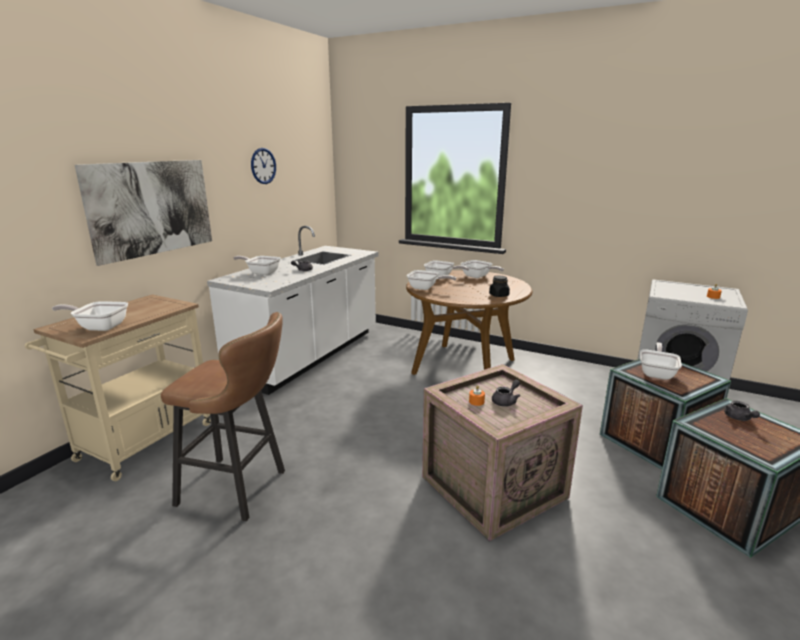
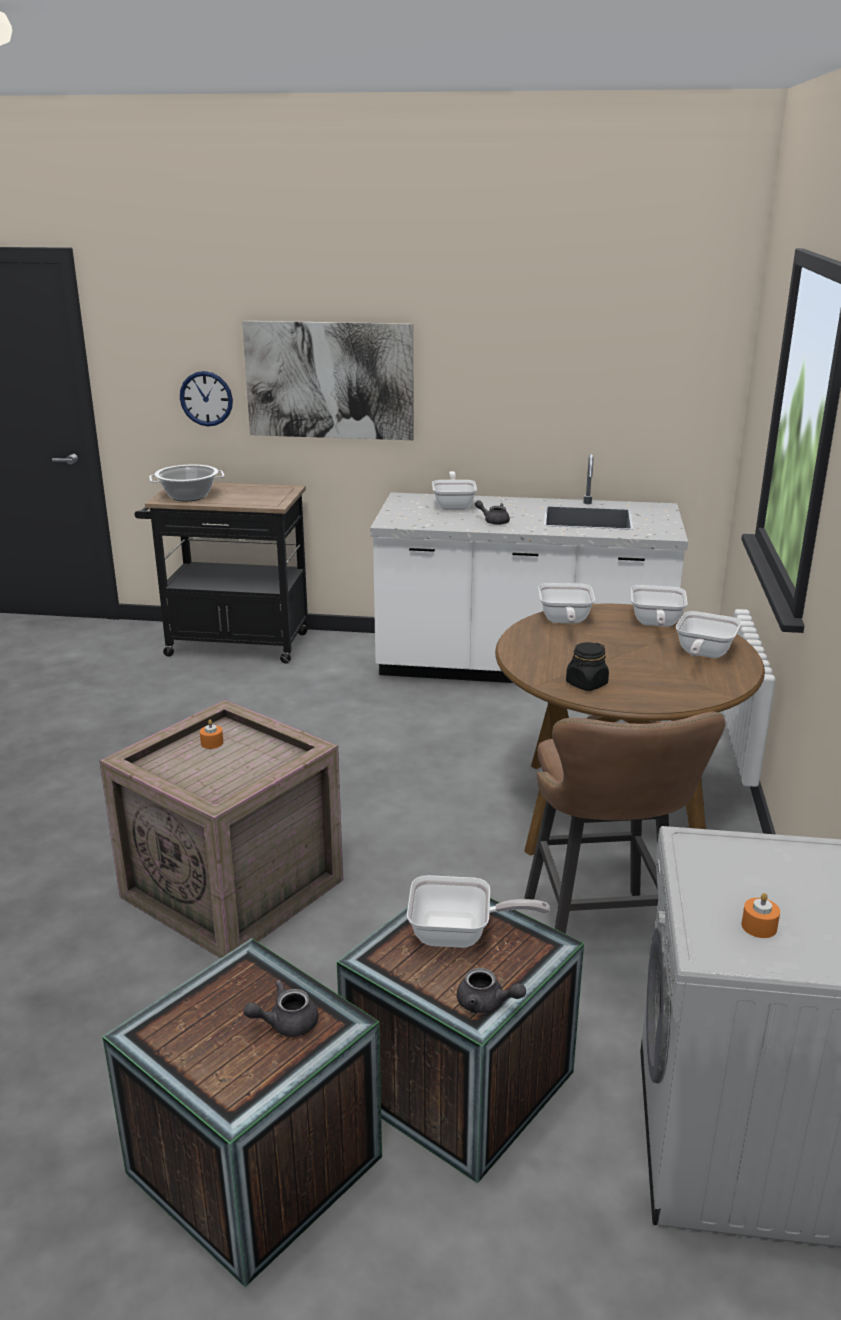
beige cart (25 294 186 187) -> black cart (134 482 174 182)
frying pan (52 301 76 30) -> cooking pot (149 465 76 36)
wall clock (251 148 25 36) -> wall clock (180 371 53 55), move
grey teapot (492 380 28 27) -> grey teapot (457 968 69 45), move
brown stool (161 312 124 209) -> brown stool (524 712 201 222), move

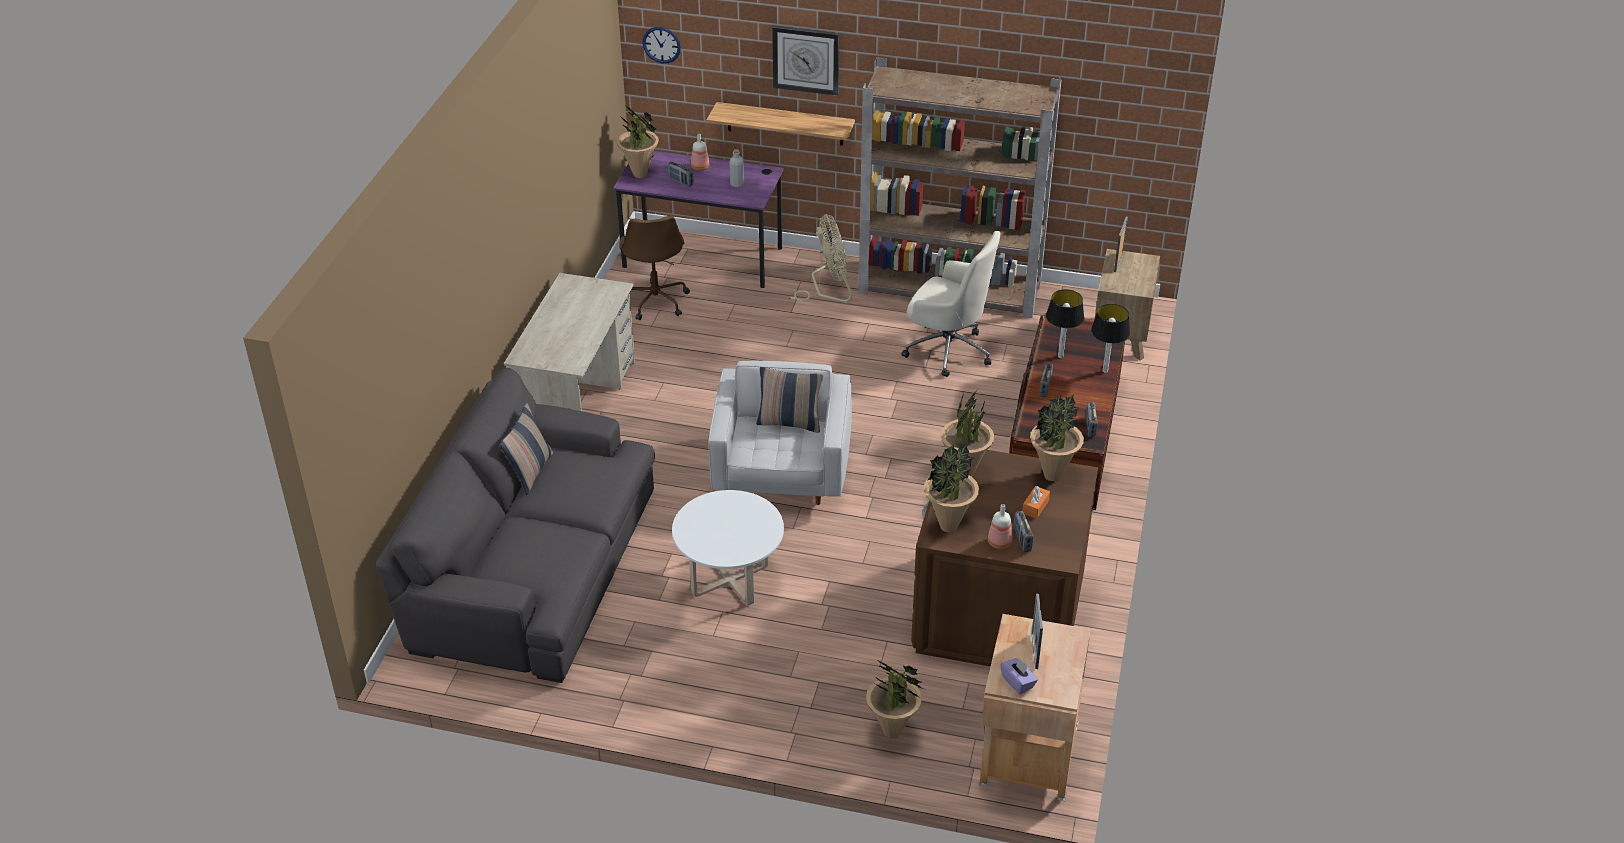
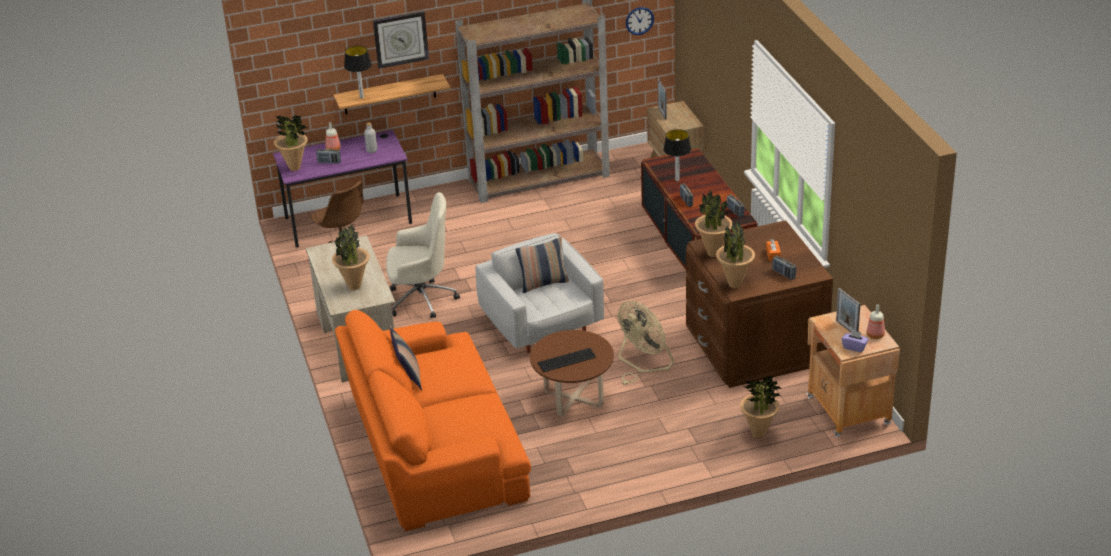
potted plant (1030 394 54 87) -> potted plant (332 224 37 66), move
grey sofa (376 368 279 315) -> orange sofa (335 310 196 222)
table lamp (1091 304 39 69) -> table lamp (344 46 28 52), move
beige office chair (901 231 99 146) -> beige office chair (386 192 74 126), move
white coffee table (672 490 112 116) -> brown coffee table (530 330 84 87)
none -> keyboard (537 348 59 24)
beige fan (790 214 62 90) -> beige fan (617 301 57 84), move
wall clock (642 27 39 36) -> wall clock (626 7 28 28), move
bottle (988 504 24 45) -> bottle (867 305 18 34), move

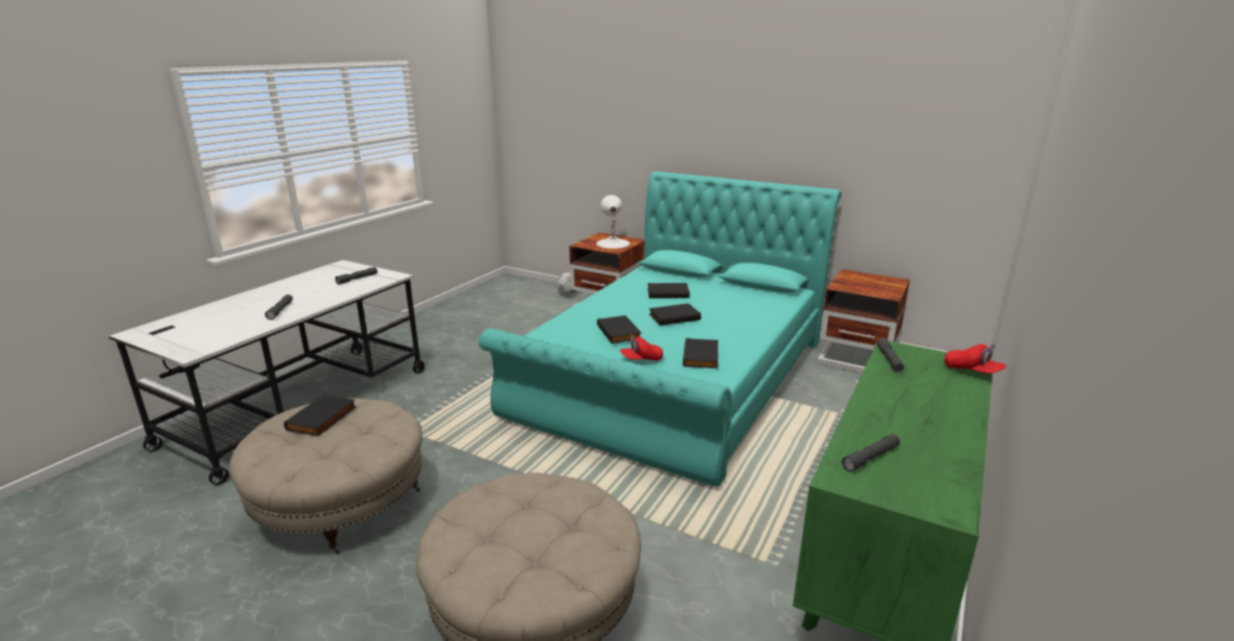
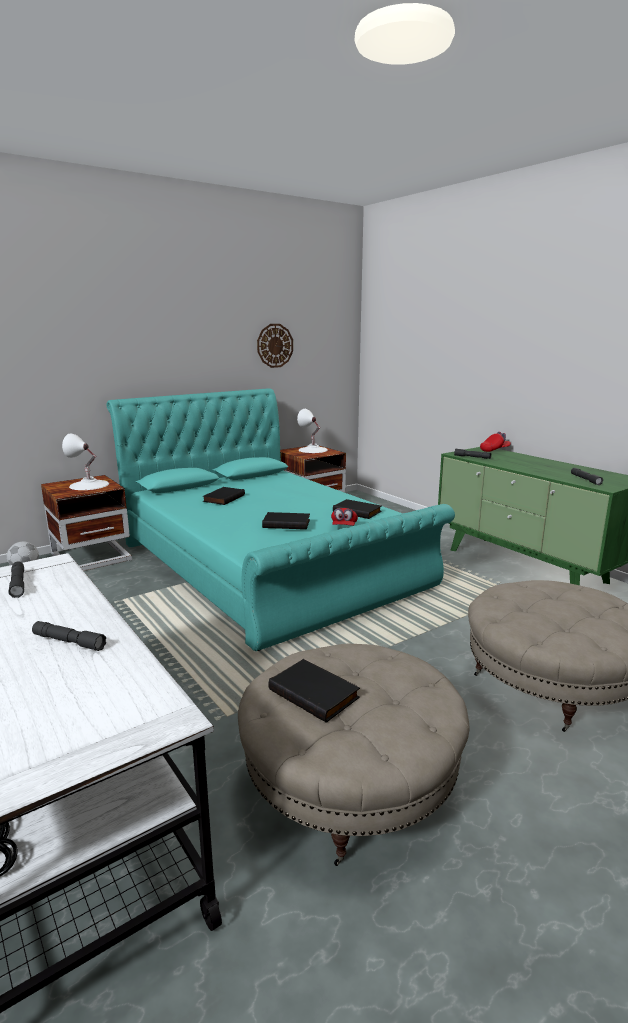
none -> wall clock (257 324 36 44)
none -> white table lamp (297 409 31 44)
black book (649 303 52 22) -> none

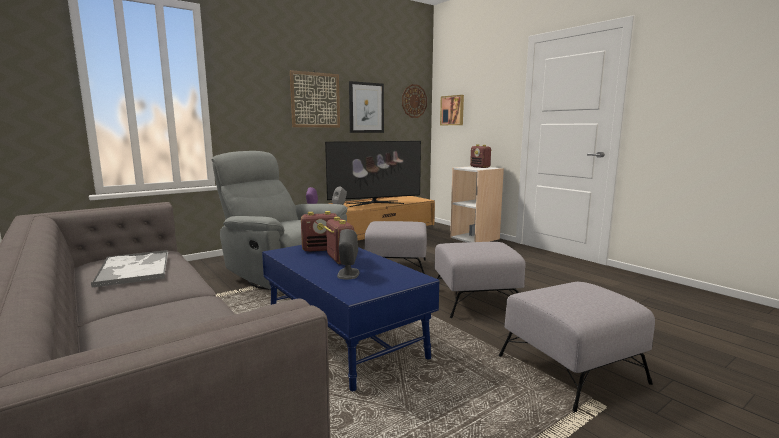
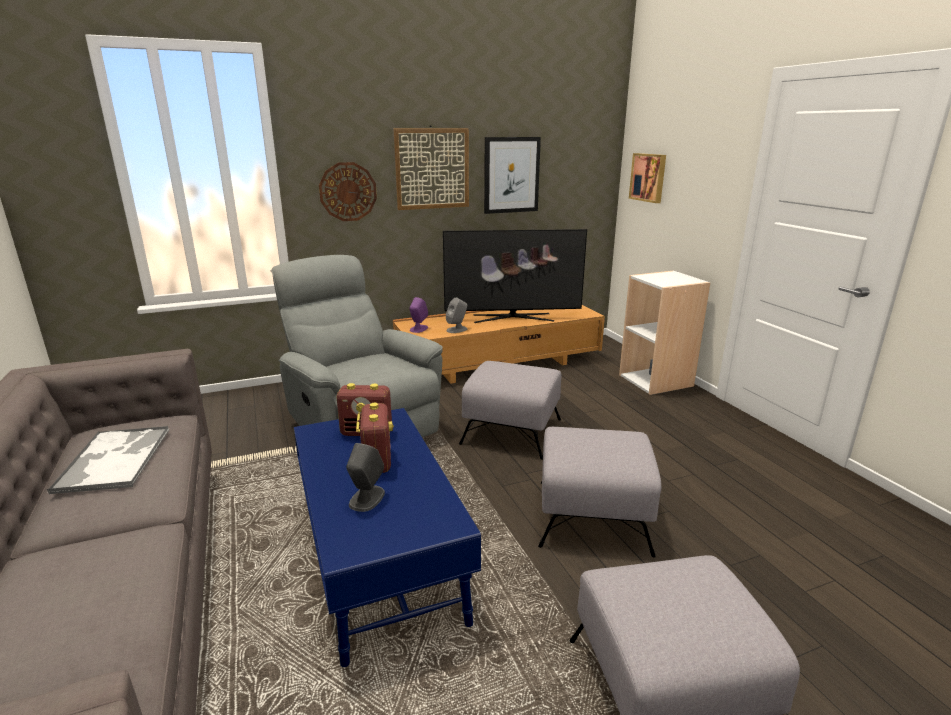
wall clock (402 84 25 34) -> wall clock (319 162 58 59), move
radio (470 144 22 24) -> none

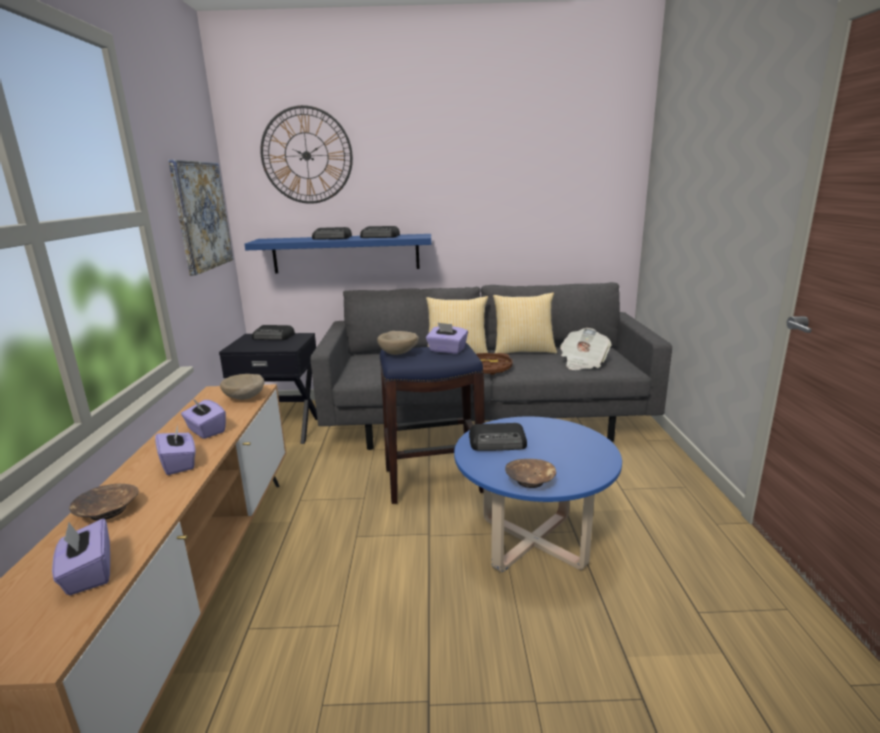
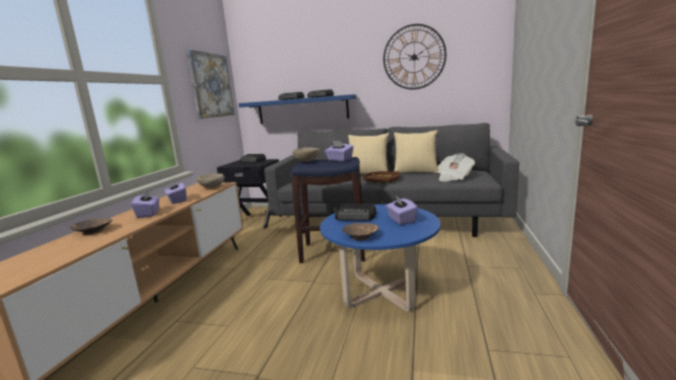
wall clock (260 105 93 99) -> wall clock (383 24 63 66), move
purple tissue box (52 519 58 76) -> purple tissue box (386 195 32 30), move

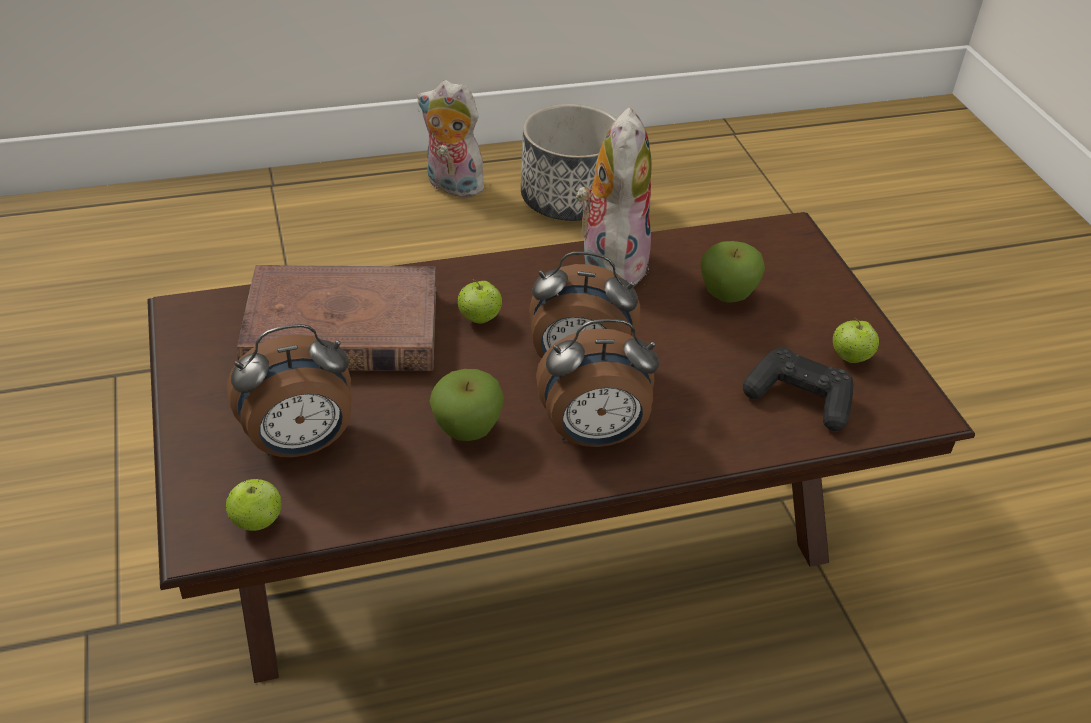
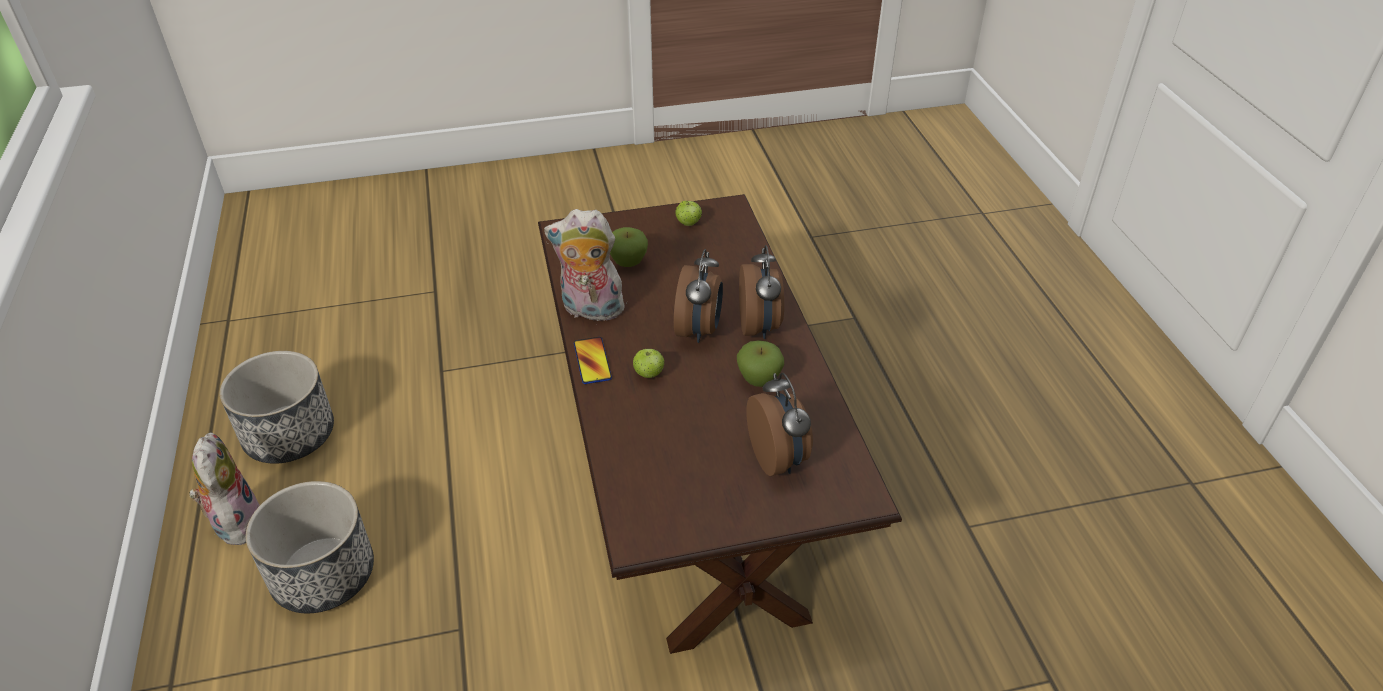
plush toy (418 80 72 119) -> plush toy (189 432 71 113), 135 degrees clockwise
none -> planter (246 481 128 132)
none -> phone (574 337 38 47)
apple (226 479 56 52) -> none
brown book (237 265 199 106) -> none
black game controller (743 347 111 84) -> none

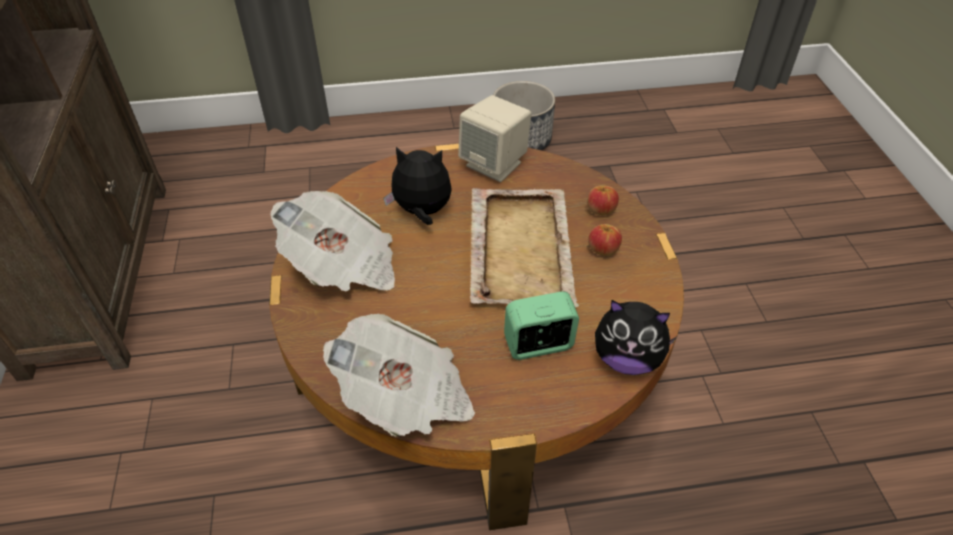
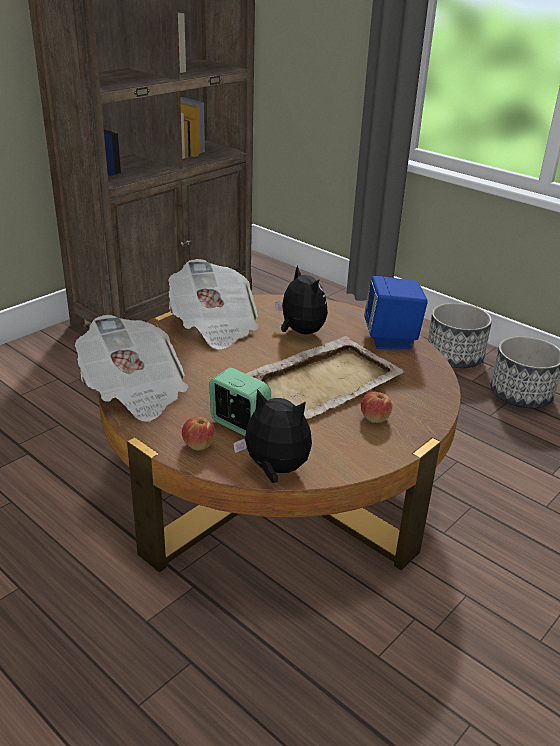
apple (587 186 32 29) -> apple (182 417 34 33), move
plush toy (595 300 82 75) -> plush toy (233 389 79 94), 135 degrees clockwise
beige speaker (458 95 73 87) -> blue speaker (364 276 64 73)
none -> planter (428 303 64 65)

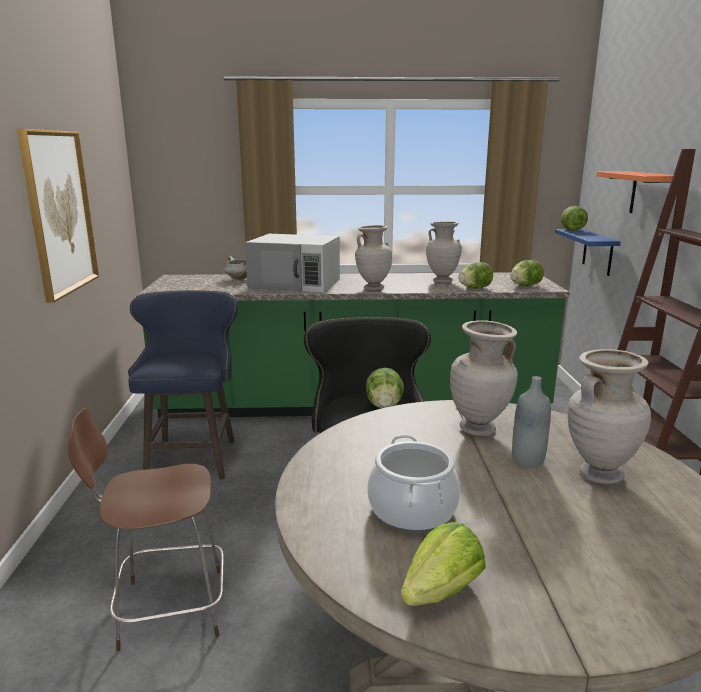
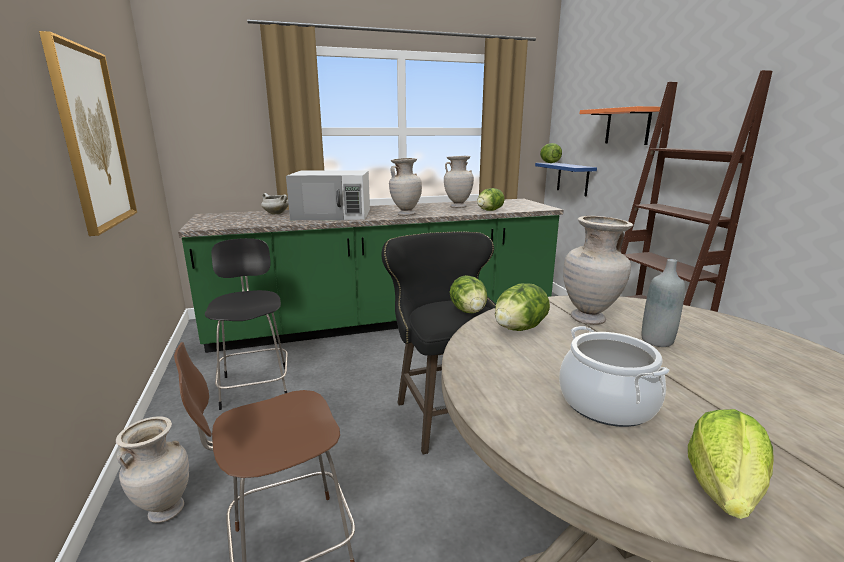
beige vase (568 349 83 135) -> beige vase (116 417 73 106), move
blue stool (128 290 110 189) -> black chair (204 238 84 172)
lettuce (510 260 34 26) -> lettuce (495 283 55 48), move

